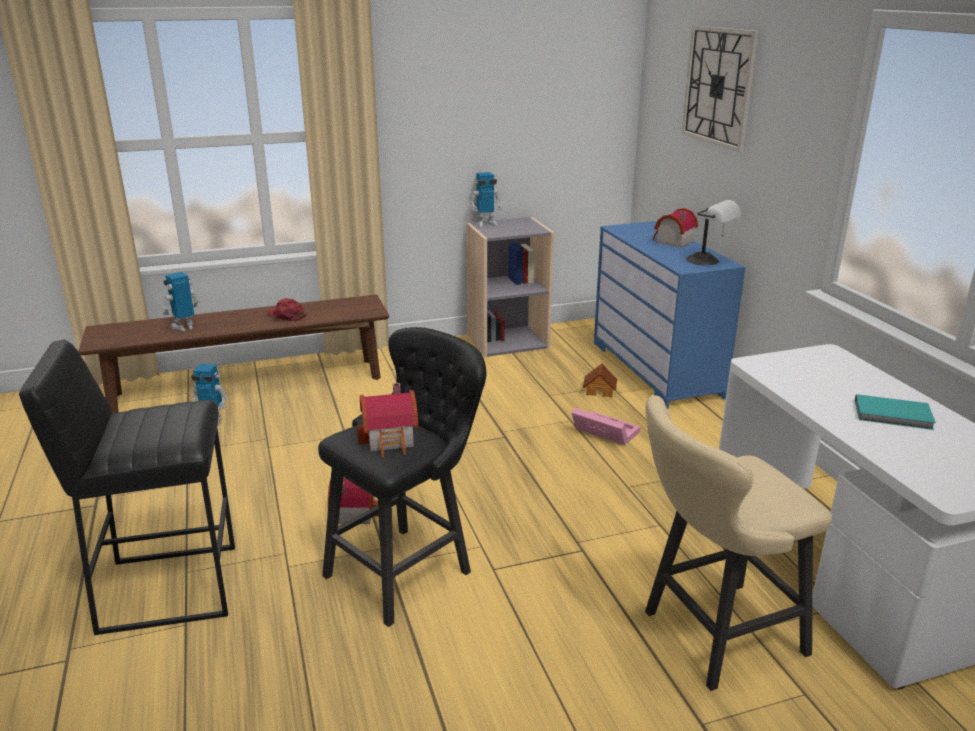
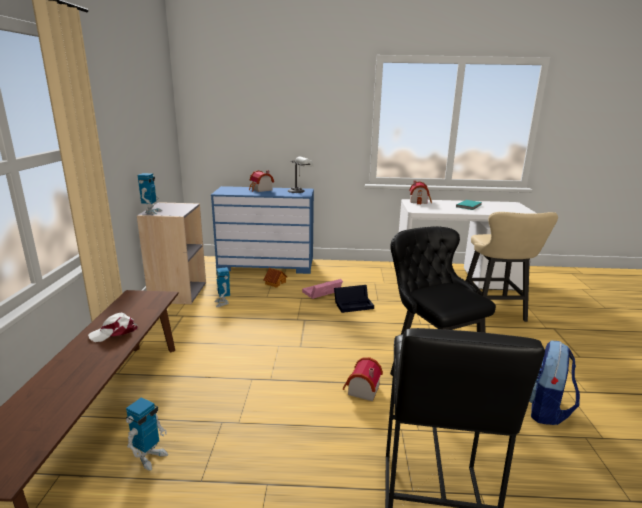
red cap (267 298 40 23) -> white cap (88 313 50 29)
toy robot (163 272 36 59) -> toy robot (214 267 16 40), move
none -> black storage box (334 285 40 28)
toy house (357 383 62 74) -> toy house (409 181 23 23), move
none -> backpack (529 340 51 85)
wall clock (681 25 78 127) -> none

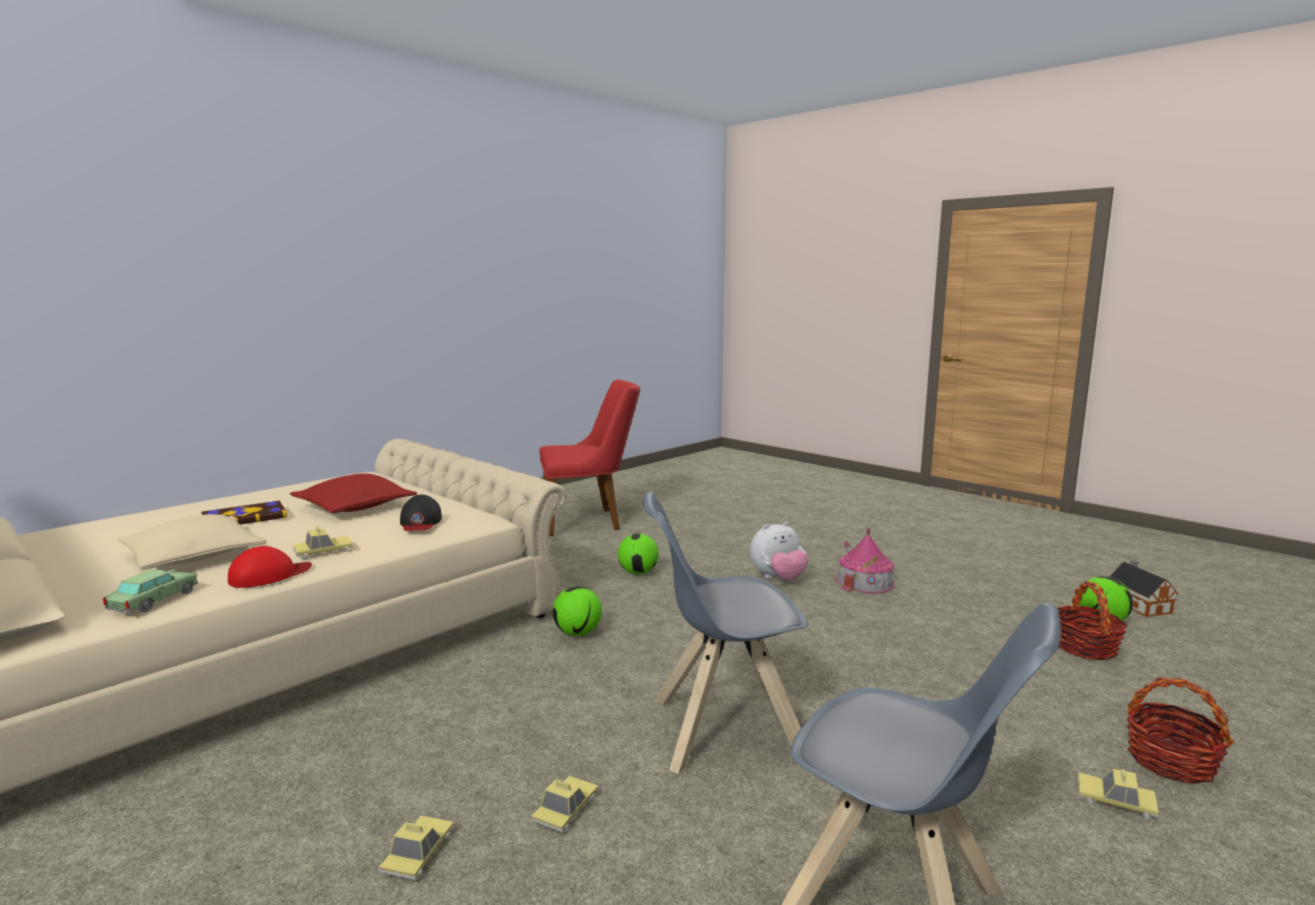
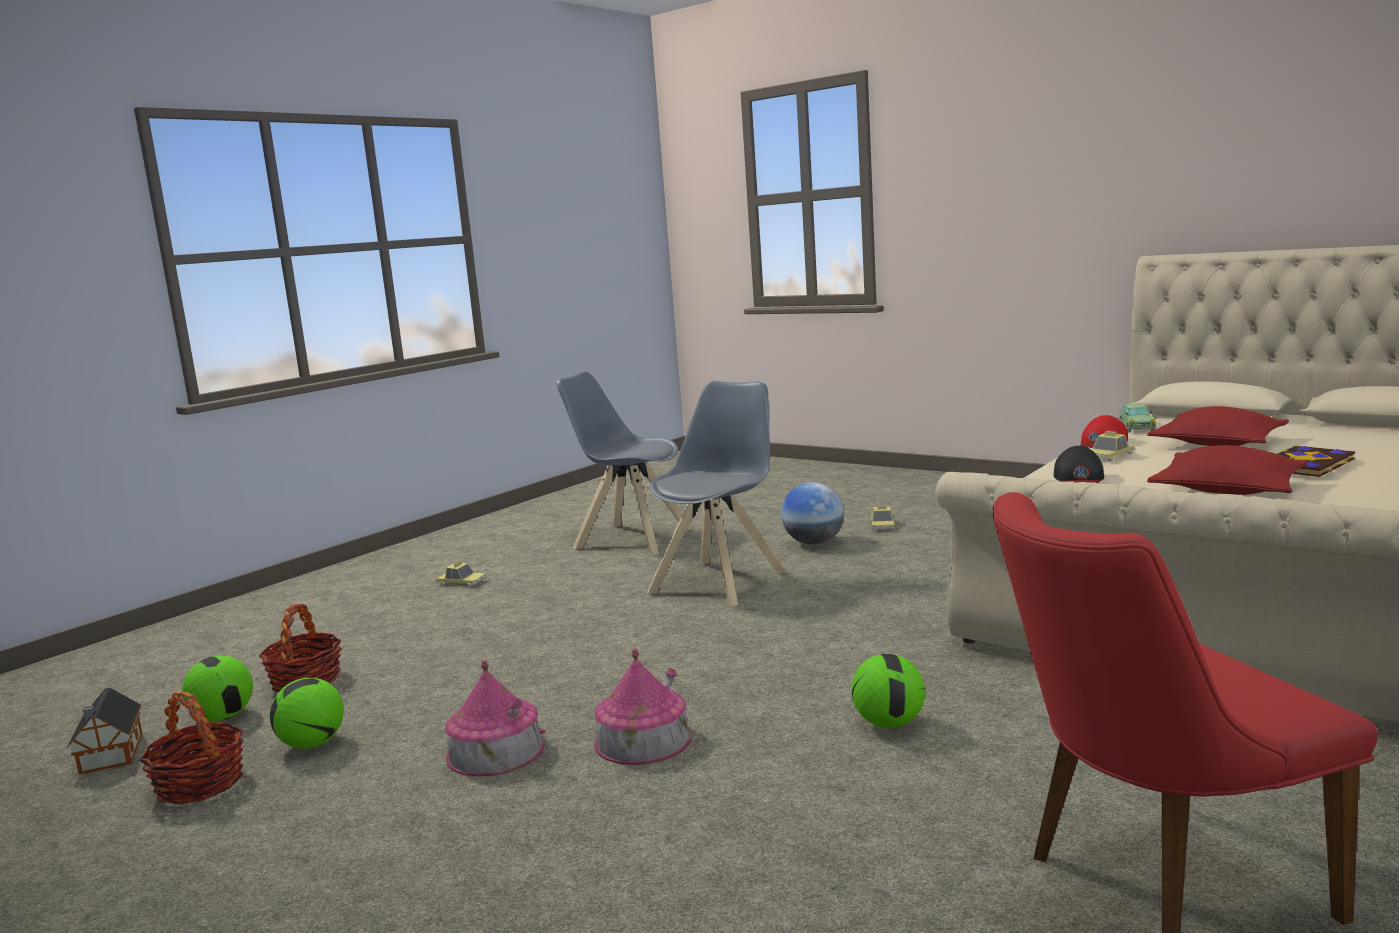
basket (1127 677 107 107) -> basket (139 691 105 114), move
football (553 586 49 50) -> football (270 678 74 71), move
plush toy (750 522 58 58) -> toy house (594 648 98 117)
grey chair (643 492 165 282) -> grey chair (647 381 140 226), 45 degrees counterclockwise
toy car (531 776 67 56) -> globe (781 482 63 63)
black cap (400 495 42 36) -> black cap (1054 446 50 37), 150 degrees counterclockwise
beige pillow (117 514 150 55) -> red pillow (1148 406 141 40)

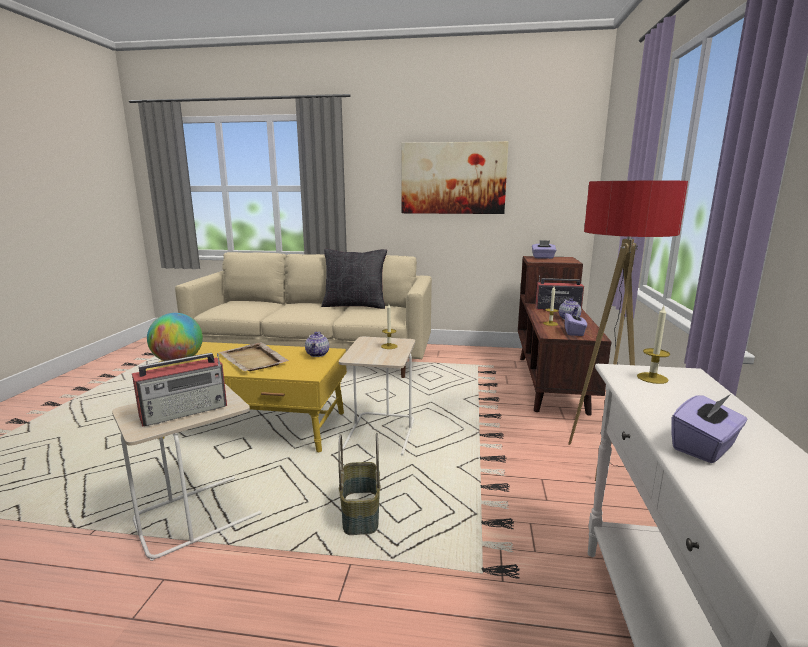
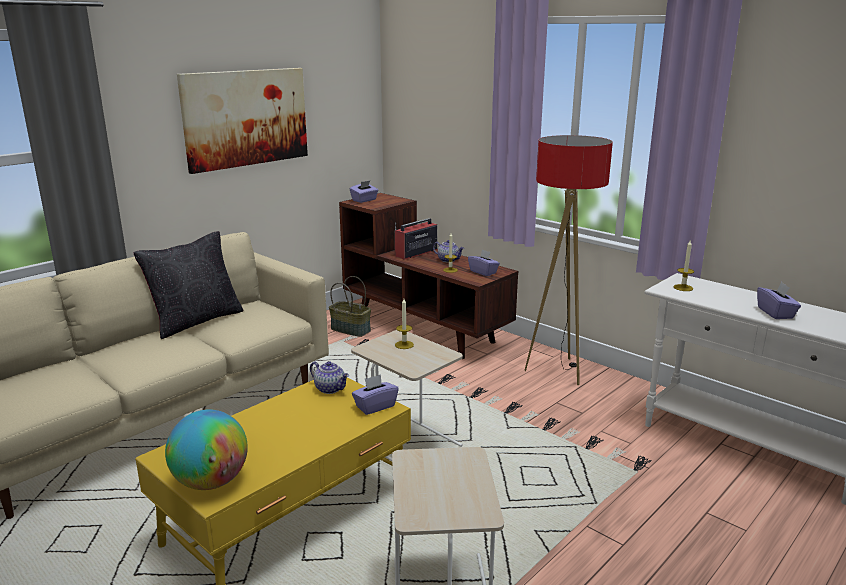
basket (338 433 42 102) -> basket (329 276 42 61), move
none -> purple tissue box (352 374 47 41)
radio (132 353 95 74) -> none
beige tray (219 342 70 29) -> none

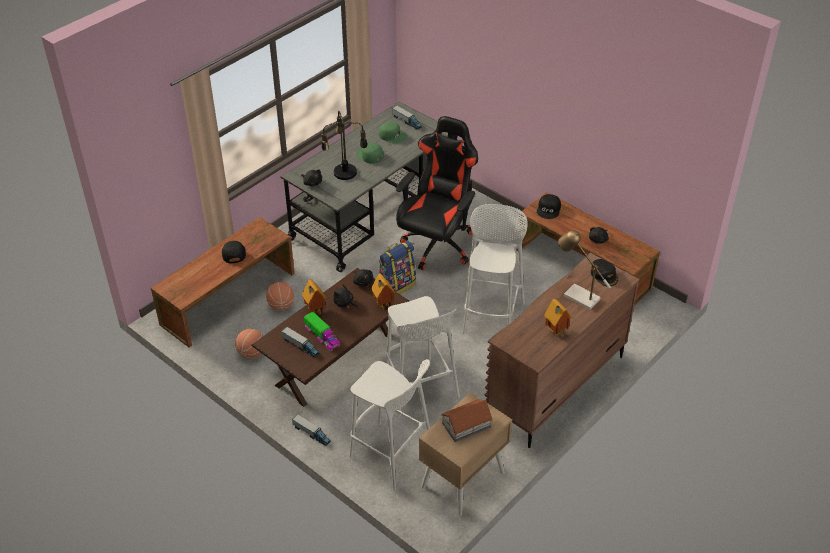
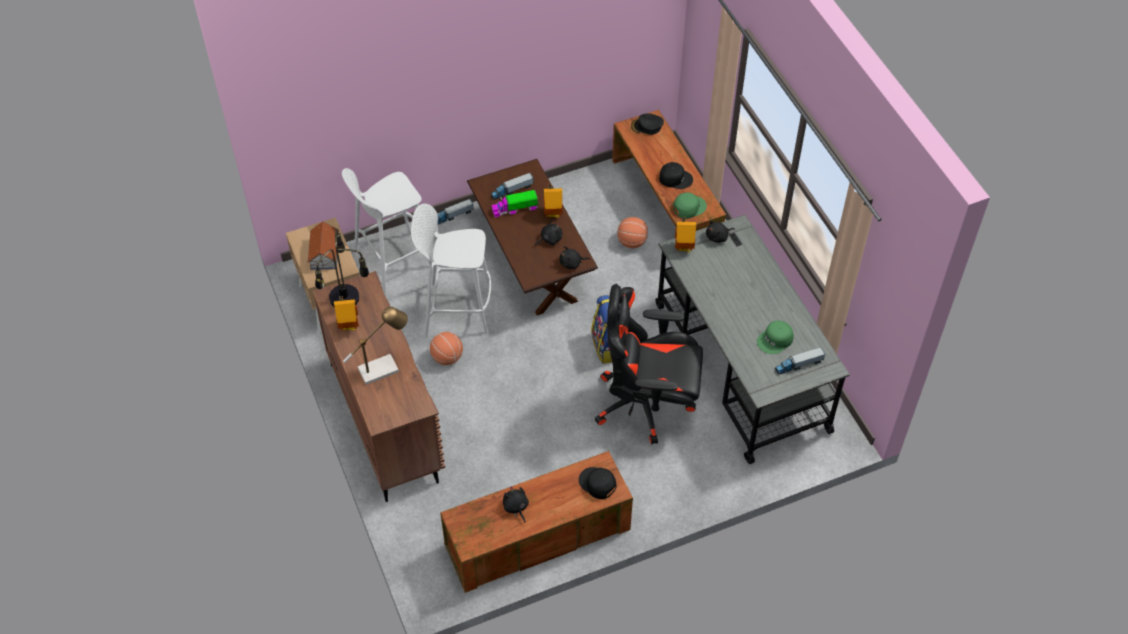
table lamp (322 111 45 69) -> table lamp (315 229 54 79), move
basketball (235 329 28 30) -> basketball (430 332 33 33), move
black office chair (396 116 82 154) -> black office chair (595 284 108 160), 135 degrees clockwise
black cap (591 259 27 27) -> black cap (631 113 33 22), move
green cap (356 143 28 21) -> green cap (673 193 34 26), move
toy house (371 274 24 36) -> toy house (675 217 21 35), move
white stool (463 204 65 130) -> none

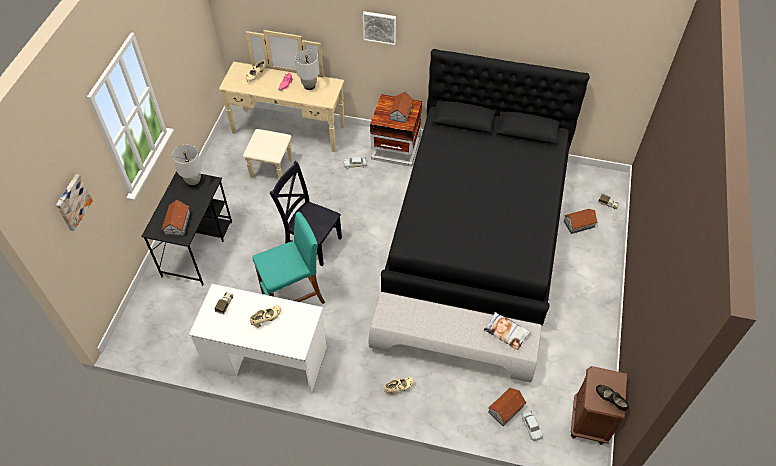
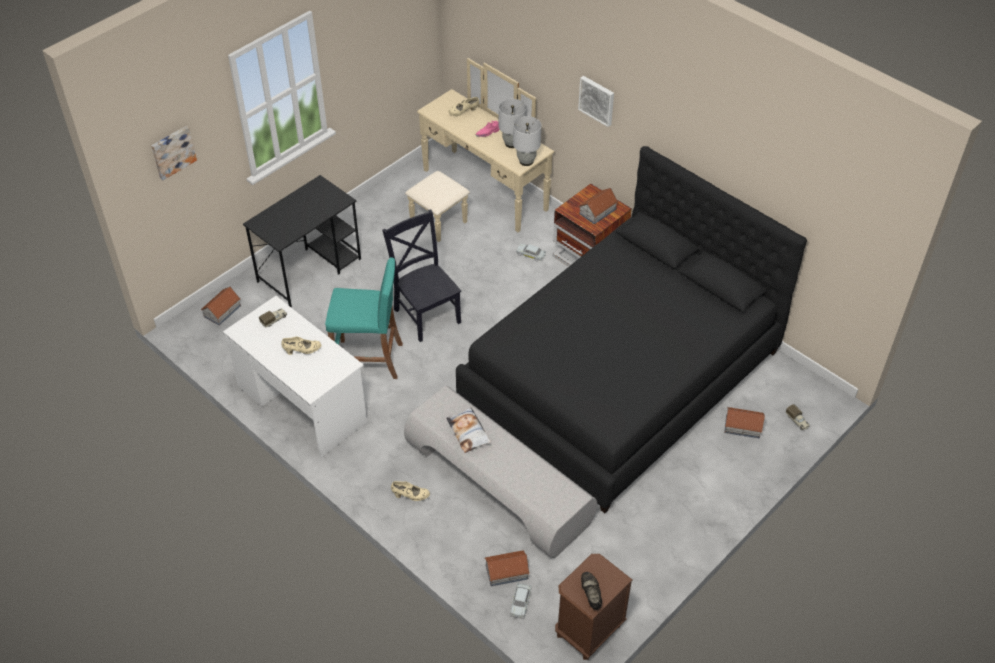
toy house (162 200 28 36) -> toy house (201 287 40 38), move
pillow (484 312 47 38) -> pillow (446 407 45 46), move
white table lamp (172 144 30 43) -> white table lamp (513 116 28 50), move

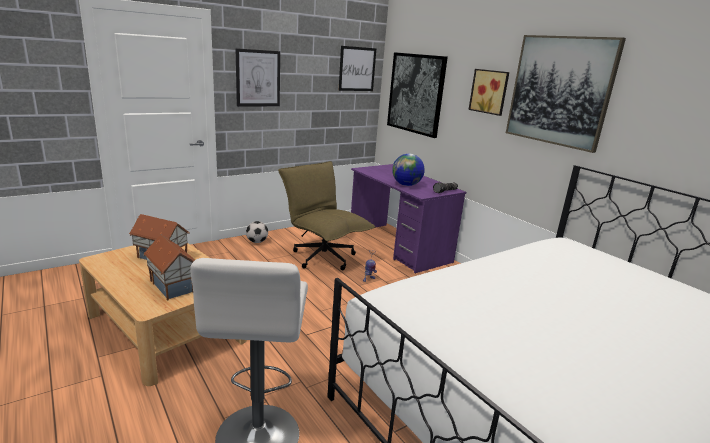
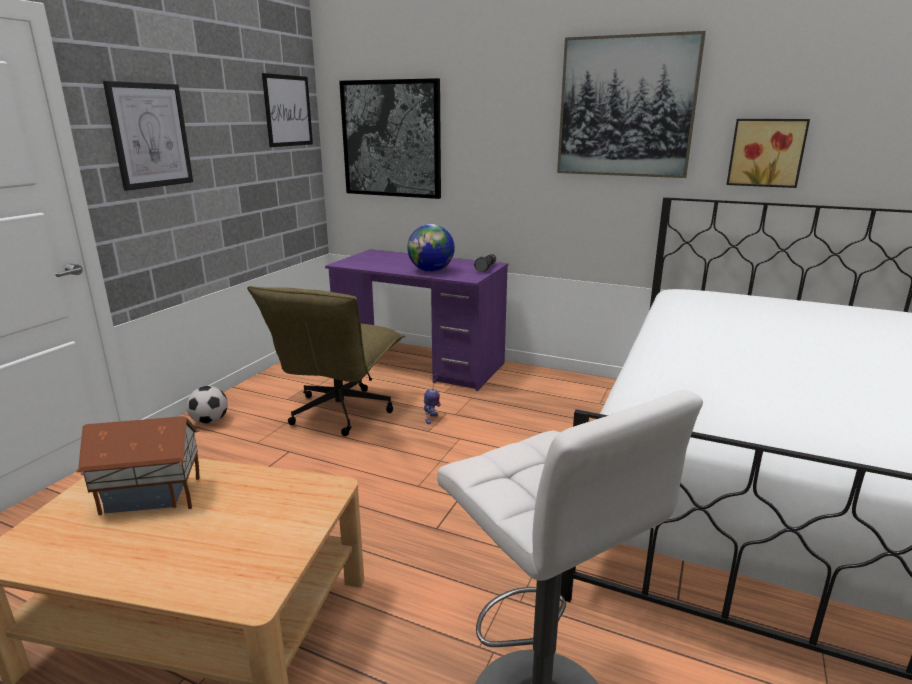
beige office chair (278 161 98 109) -> beige office chair (247 286 158 150), 90 degrees counterclockwise
picture (469 69 40 47) -> picture (726 119 84 69), move
toy house (143 234 52 67) -> none

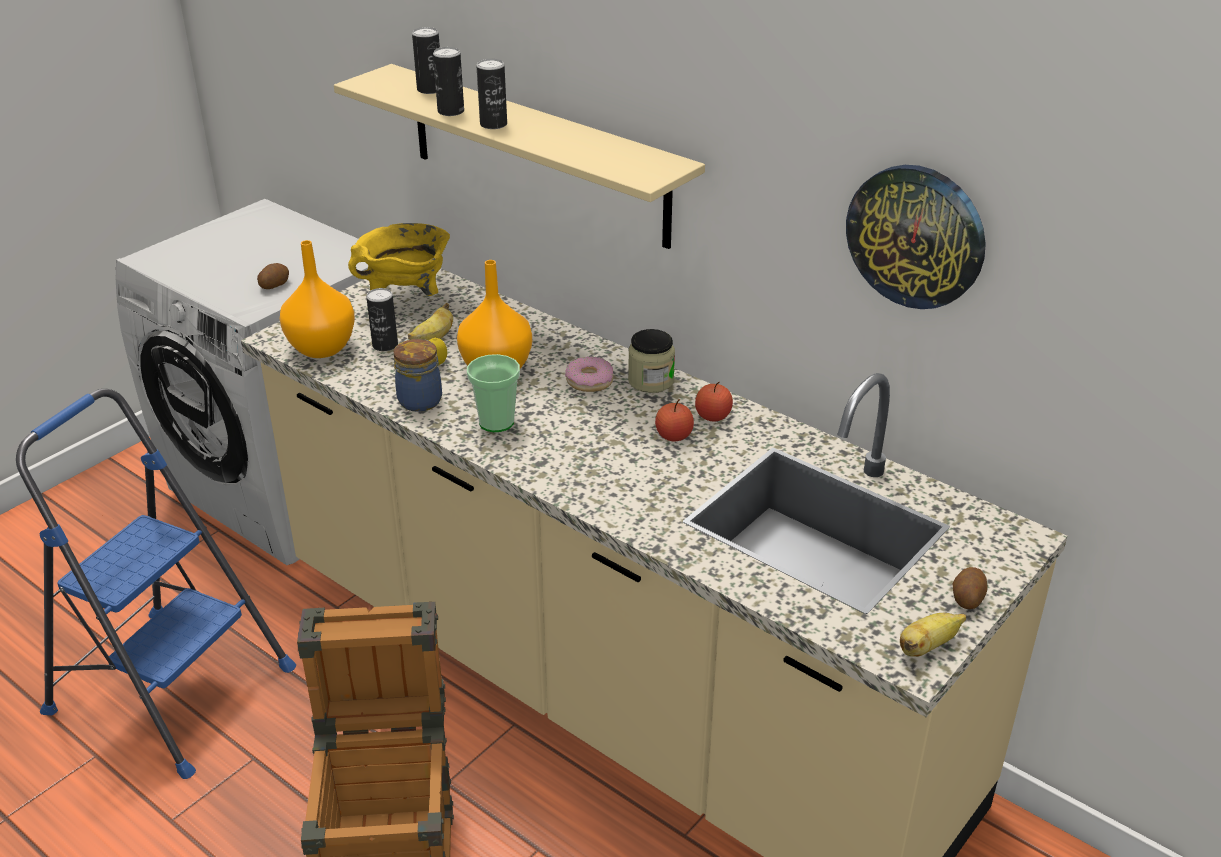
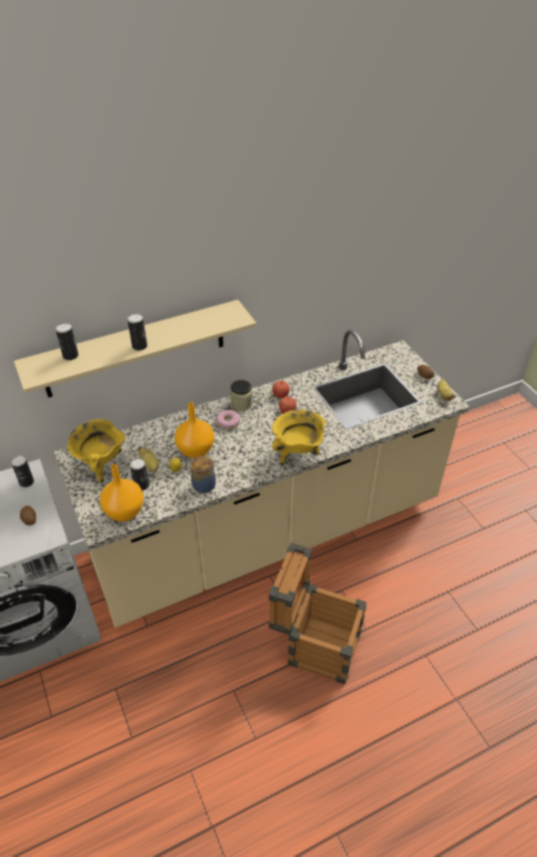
can (433 47 31 69) -> can (11 455 23 32), move
none -> yellow cooking pot (272 409 53 56)
blue step ladder (16 389 280 390) -> none
cup (467 354 53 78) -> none
wall clock (846 165 140 144) -> none

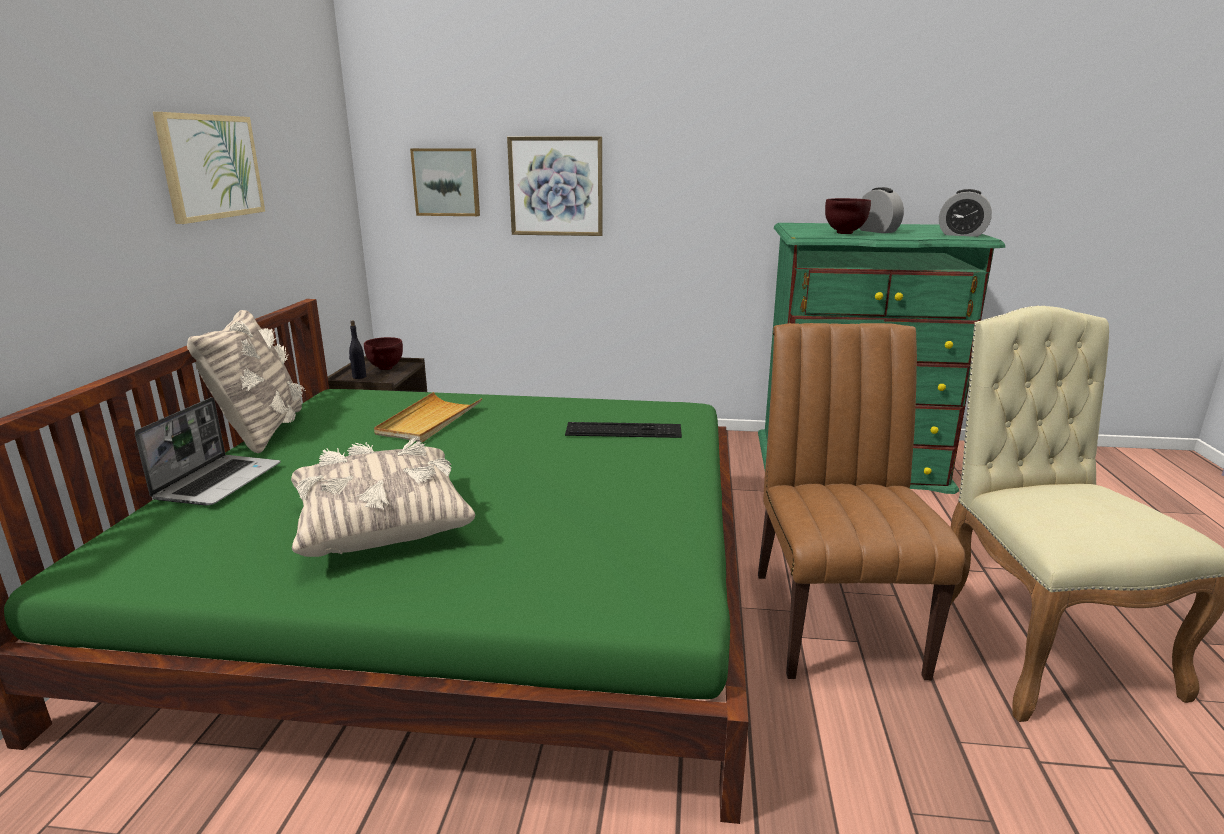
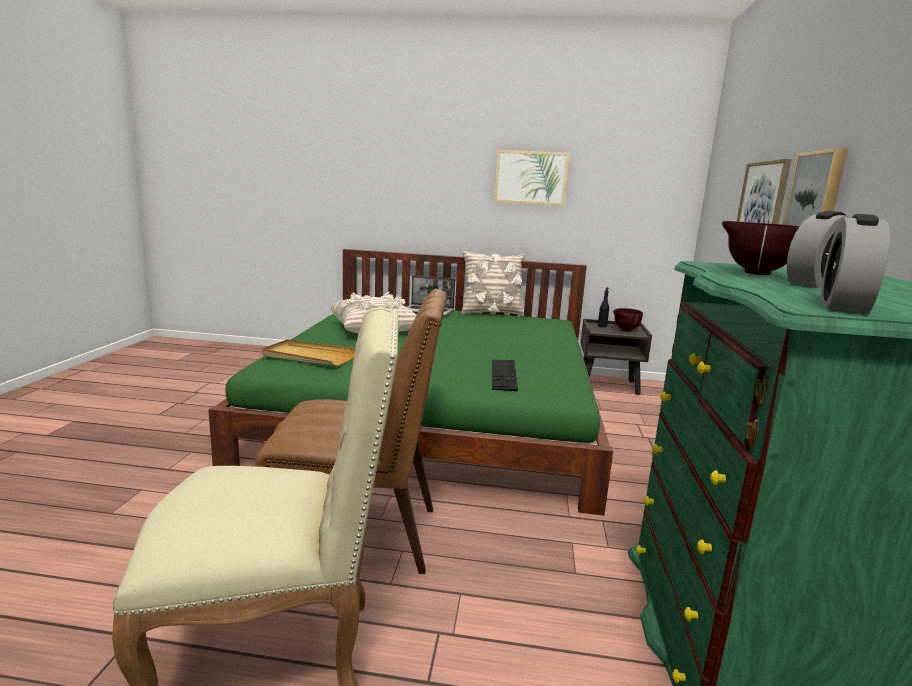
beige tray (374 392 108 50) -> beige tray (262 339 93 27), move
picture (410 148 70 68) -> picture (782 148 66 78), move

